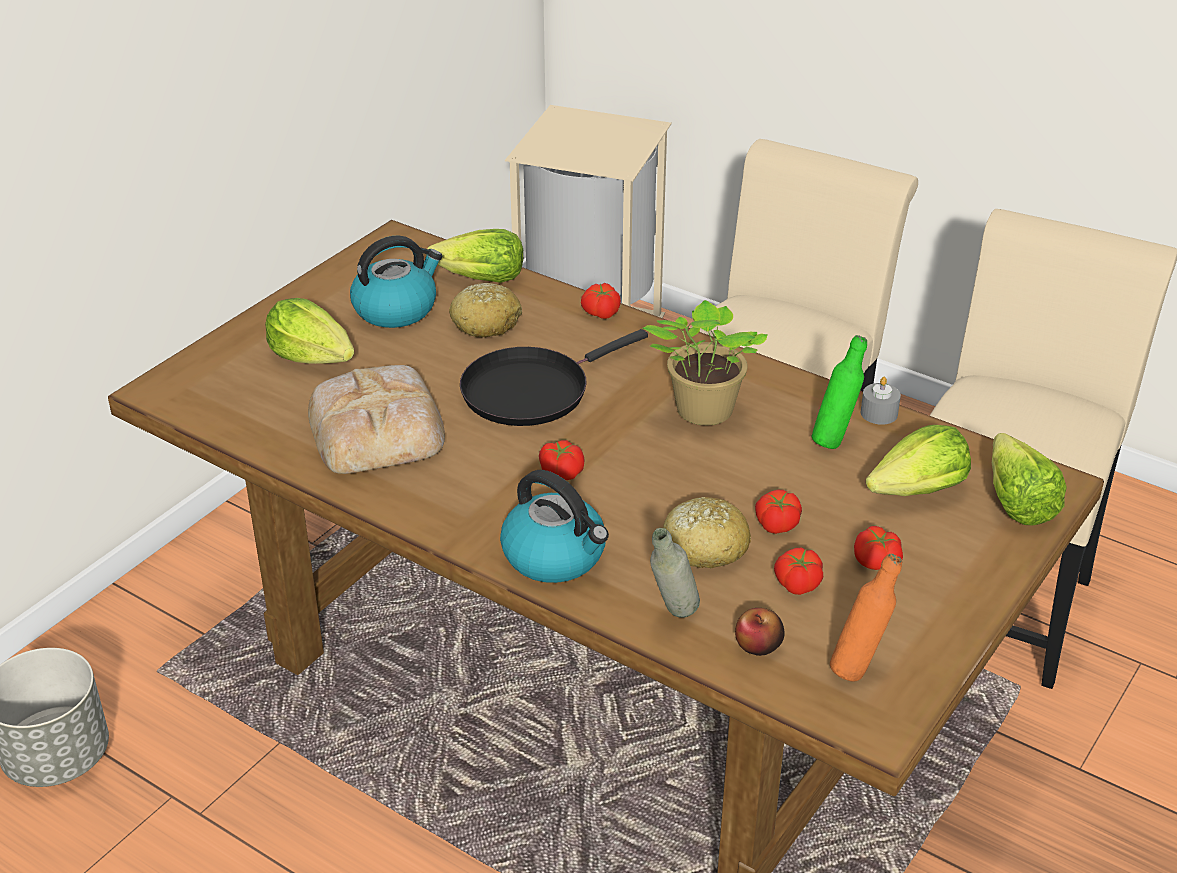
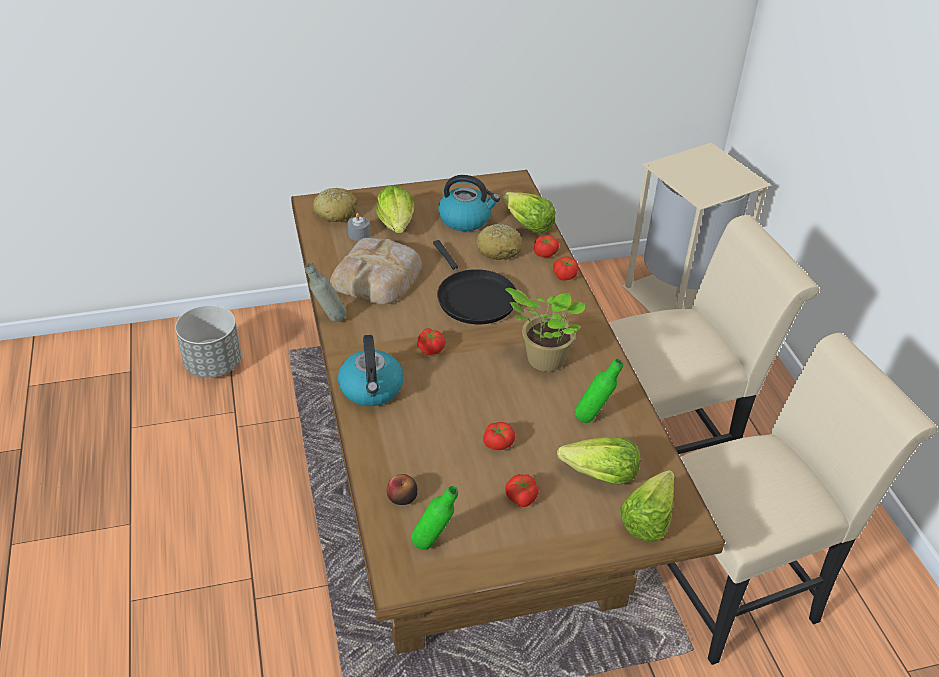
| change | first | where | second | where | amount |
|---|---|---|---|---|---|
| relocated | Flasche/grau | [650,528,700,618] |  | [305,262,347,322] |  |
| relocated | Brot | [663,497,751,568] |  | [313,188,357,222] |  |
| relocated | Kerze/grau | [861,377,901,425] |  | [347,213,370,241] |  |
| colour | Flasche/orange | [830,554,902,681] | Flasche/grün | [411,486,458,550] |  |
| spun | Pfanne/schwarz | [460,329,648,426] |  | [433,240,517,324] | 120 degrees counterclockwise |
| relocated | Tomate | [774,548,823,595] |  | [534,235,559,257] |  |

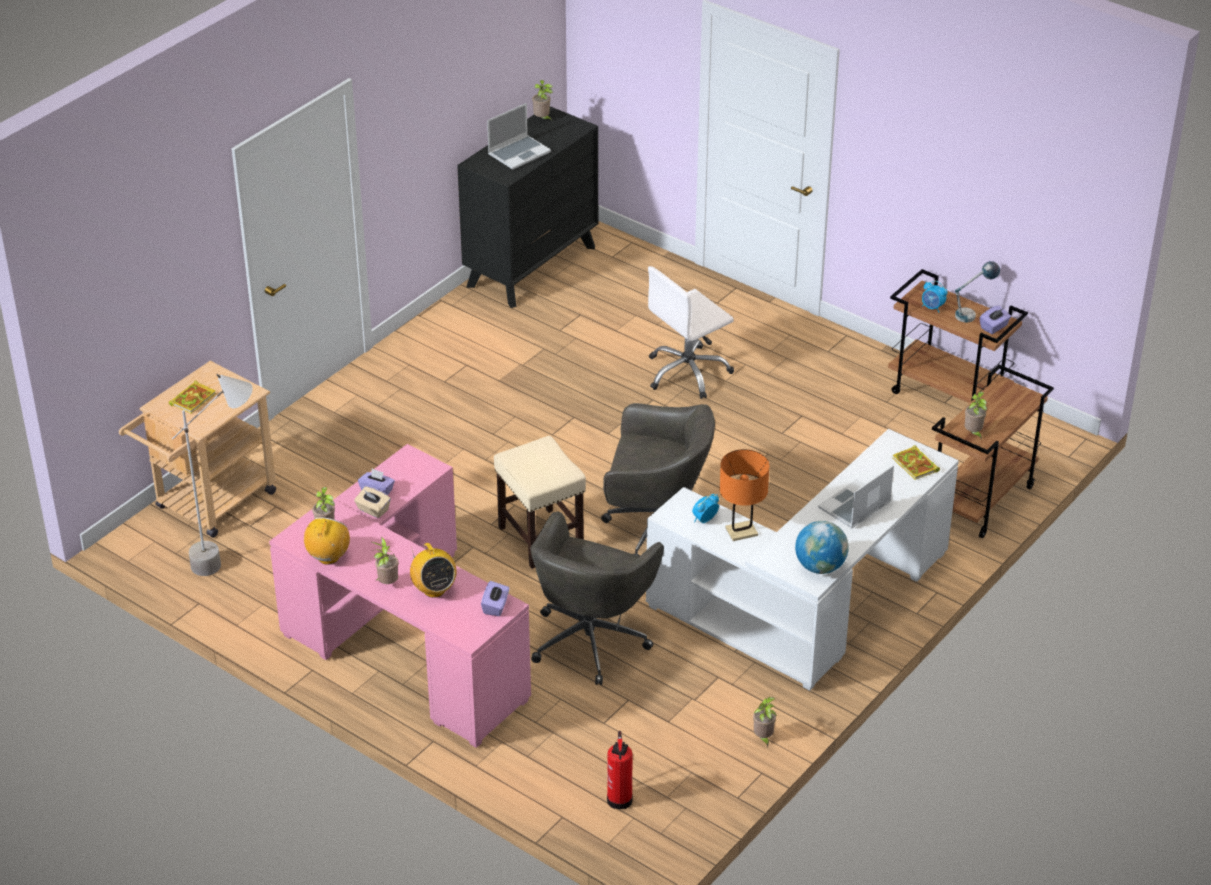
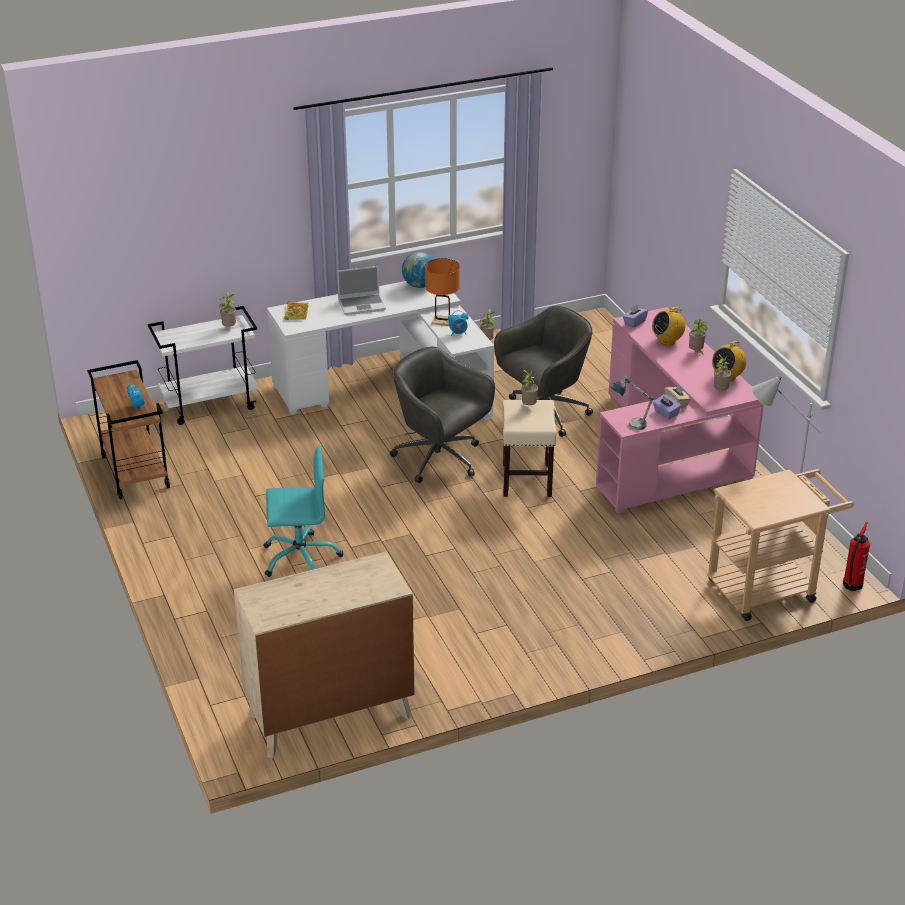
| change | first | where | second | where | amount |
|---|---|---|---|---|---|
| colour | Rollwagen/braun | [932,364,1054,538] | Rollwagen/weiß | [148,306,259,425] |  |
| colour | Kommode/schwarz | [457,106,598,308] | Kommode/beige | [234,551,414,758] |  |
| colour | Bürostuhl/weiß | [648,266,734,399] | Bürostuhl/türkis | [264,445,343,577] |  |
| relocated | Topfpflanze | [532,80,553,120] |  | [521,369,538,405] |  |
| relocated | Tischlampe | [955,261,1000,322] |  | [610,376,654,430] |  |
| spun | Radio | [410,543,457,598] |  | [652,307,685,345] | 120 degrees counterclockwise |
| relocated | Feuerlöscher | [607,731,633,809] |  | [843,522,870,591] |  |
| missing | Buch | [169,380,216,414] |  |  |  |
| missing | Laptop | [487,103,551,170] |  |  |  |
| missing | Taschentuchbox/lila | [980,305,1011,334] |  |  |  |

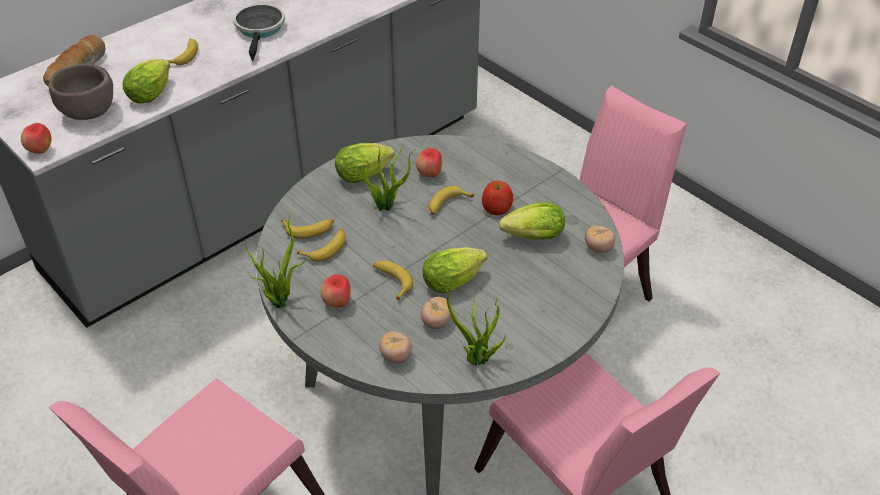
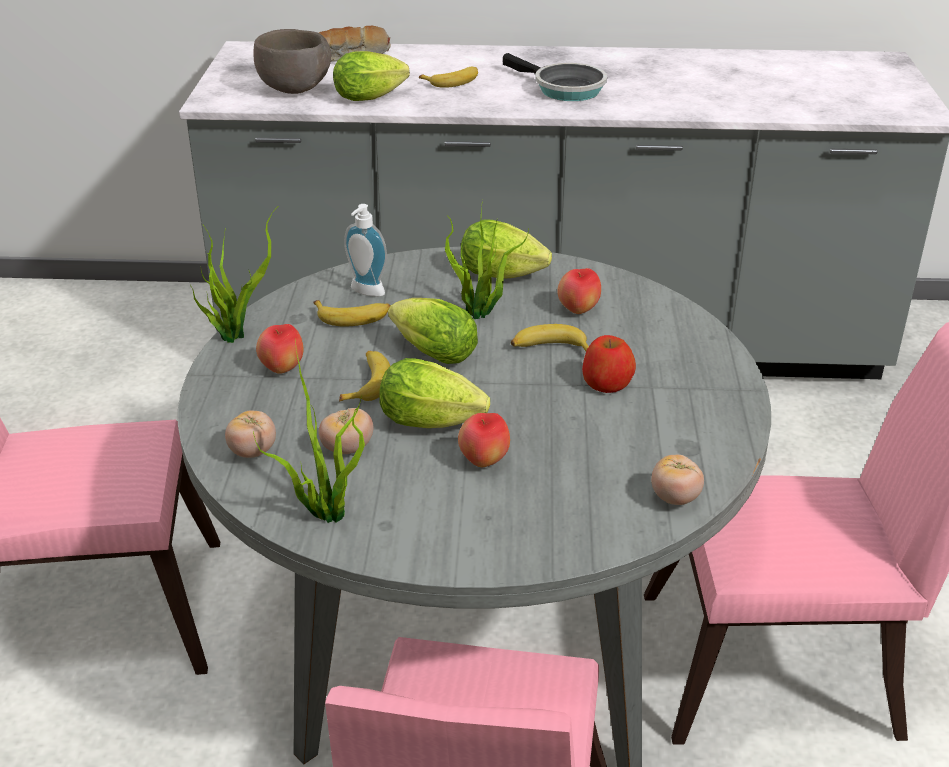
| change | first | where | second | where | amount |
|---|---|---|---|---|---|
| exchanged | Banane | [281,219,334,239] | Seifenspender | [344,204,387,297] |  |
| relocated | Salatkopf | [499,202,565,239] |  | [388,298,478,364] |  |
| relocated | Apfel | [21,123,51,154] |  | [458,413,510,467] |  |
| spun | Pfanne | [233,4,285,61] |  | [503,53,607,101] | 90 degrees clockwise |

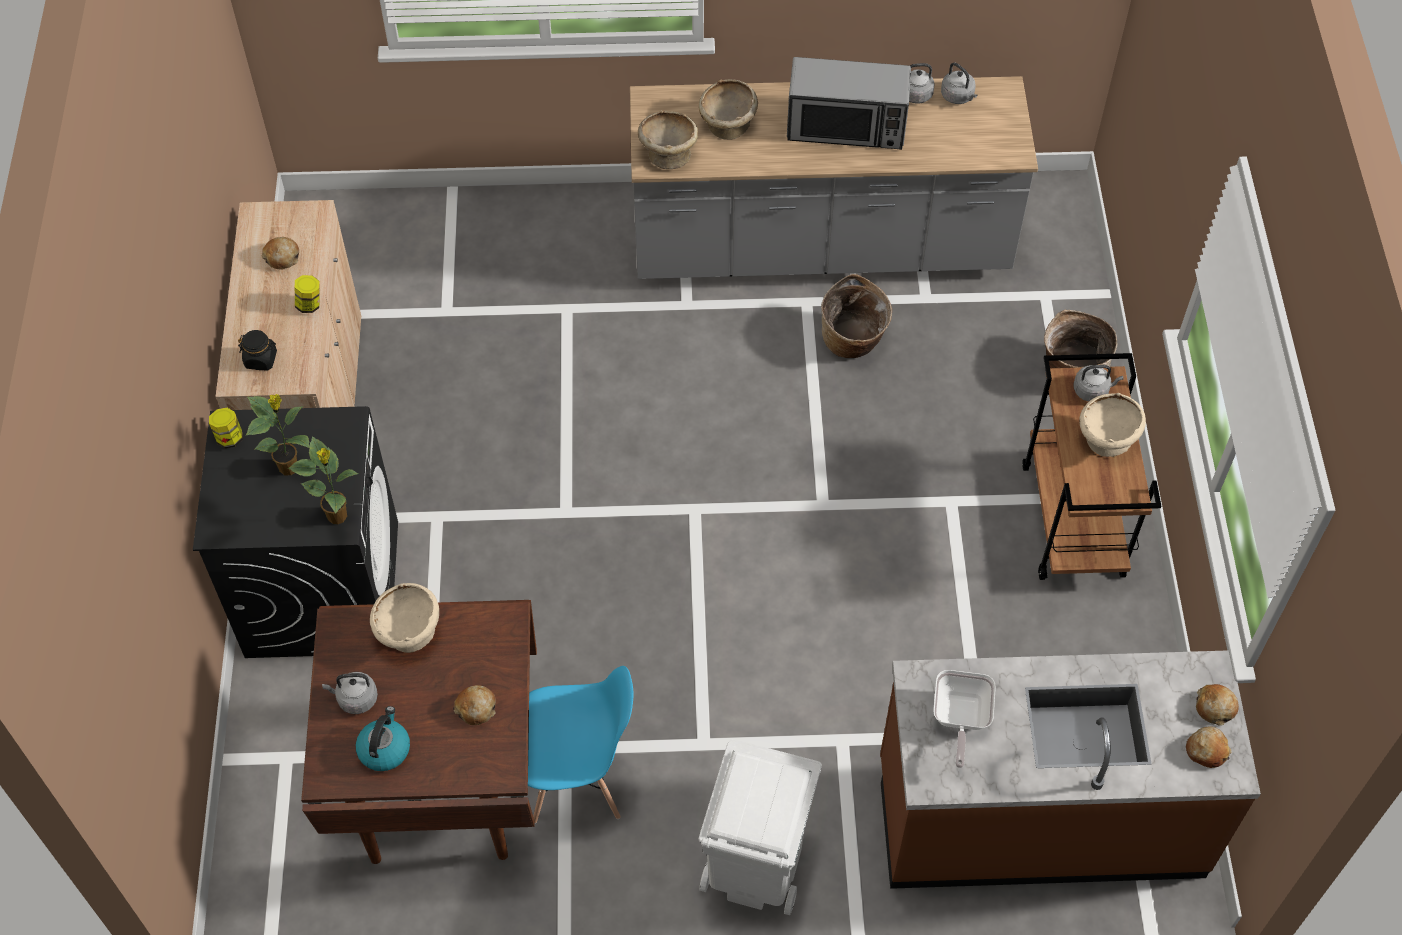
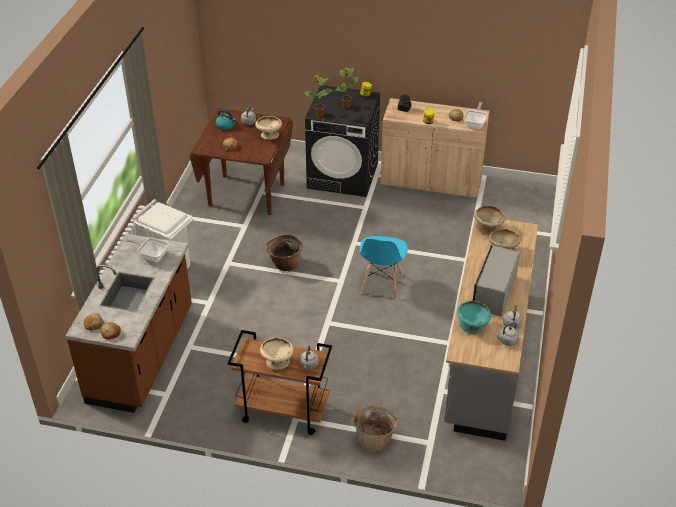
| change | first | where | second | where | amount |
|---|---|---|---|---|---|
| relocated | Korb | [821,274,892,358] |  | [266,234,303,272] |  |
| relocated | Stuhl/blau | [528,666,634,824] |  | [359,236,408,299] |  |
| appeared |  |  | Schüssel/türkis | [457,300,491,334] |  |
| appeared |  |  | Pfanne | [464,102,488,129] |  |

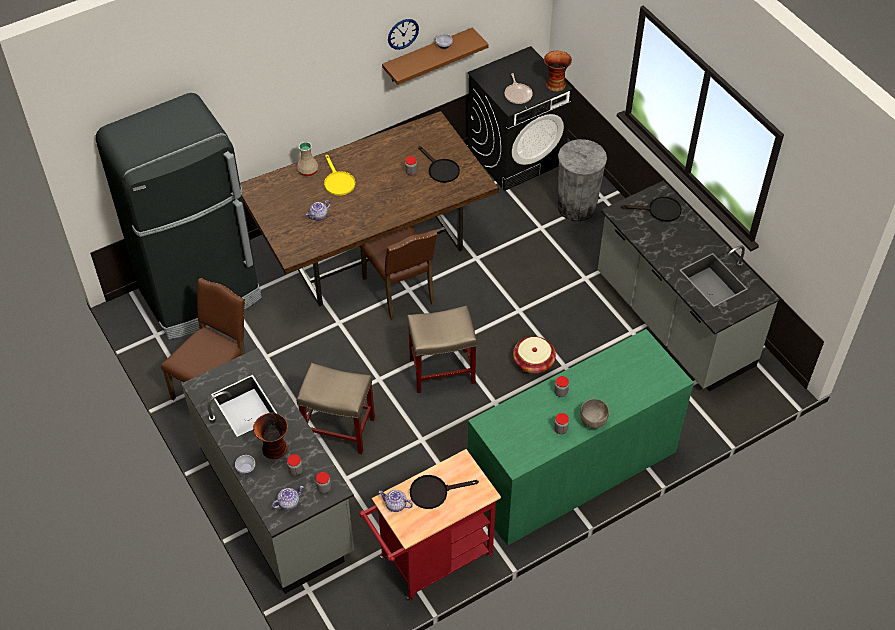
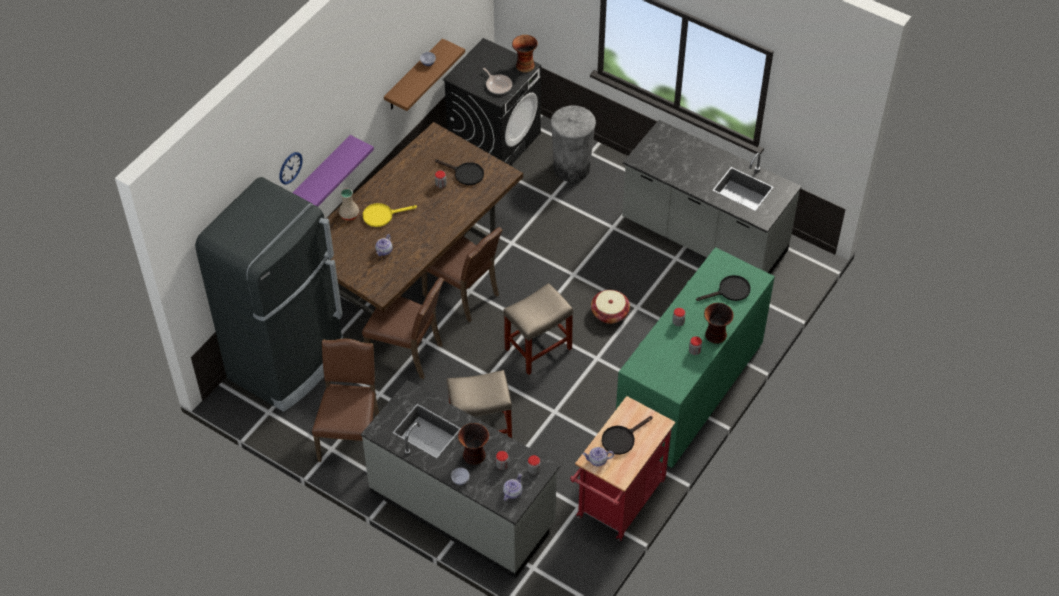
| change | first | where | second | where | amount |
|---|---|---|---|---|---|
| relocated | Wanduhr | [388,19,419,50] |  | [279,152,303,185] |  |
| appeared |  |  | Wandregal/lila | [292,135,374,207] |  |
| appeared |  |  | Stuhl/braun | [362,277,444,379] |  |
| spun | Pfanne/gelb | [324,154,356,196] |  | [363,203,417,227] | 120 degrees clockwise |
| relocated | Pfanne/schwarz | [621,196,682,222] |  | [696,275,751,301] |  |
| exchanged | Schüssel/grau | [580,399,609,429] | Vase | [704,303,734,344] |  |

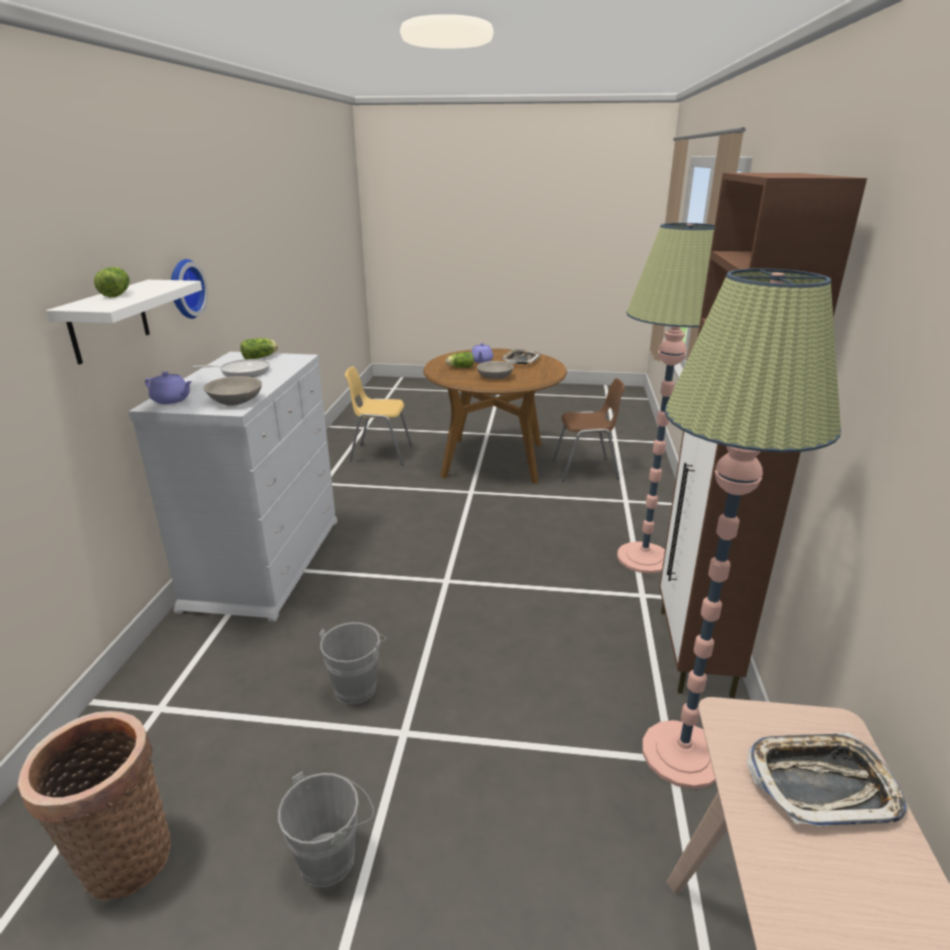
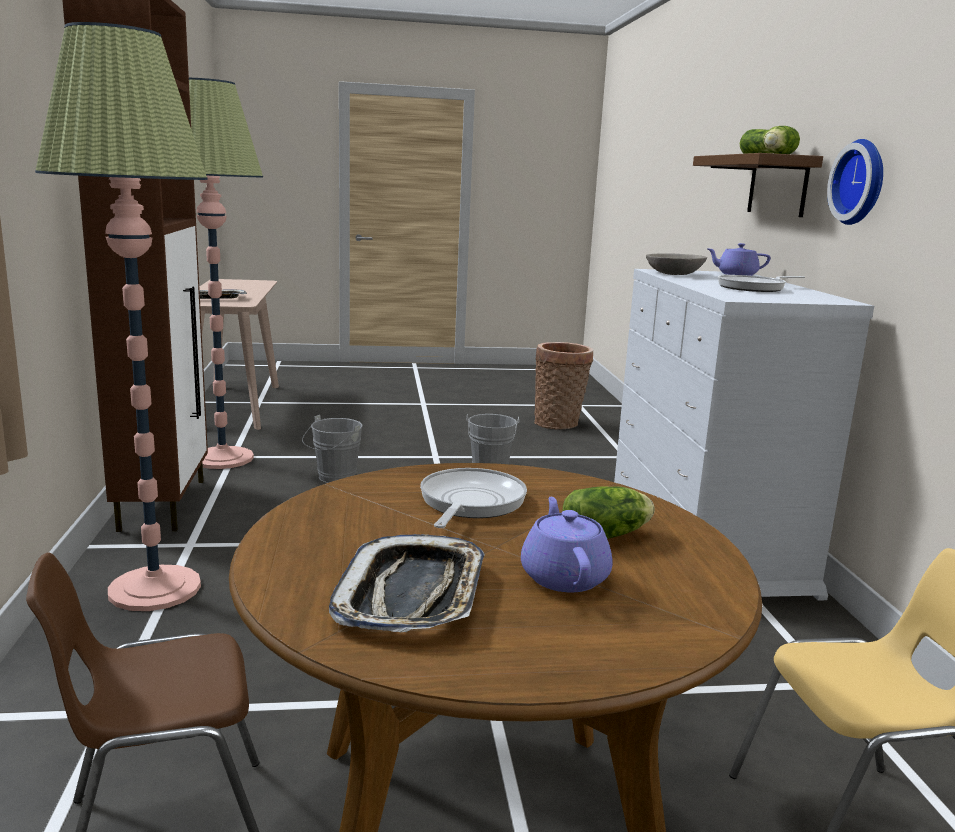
| change | first | where | second | where | amount |
|---|---|---|---|---|---|
| relocated | Eimer/grau | [278,772,374,887] |  | [302,415,363,483] |  |
| exchanged | Schüssel/grau | [477,361,514,379] | Pfanne | [420,468,527,528] |  |
| colour | Wandregal/weiß | [46,280,202,364] | Wandregal/braun | [693,153,823,217] |  |
| relocated | Salatkopf | [240,338,278,359] |  | [763,126,800,154] |  |

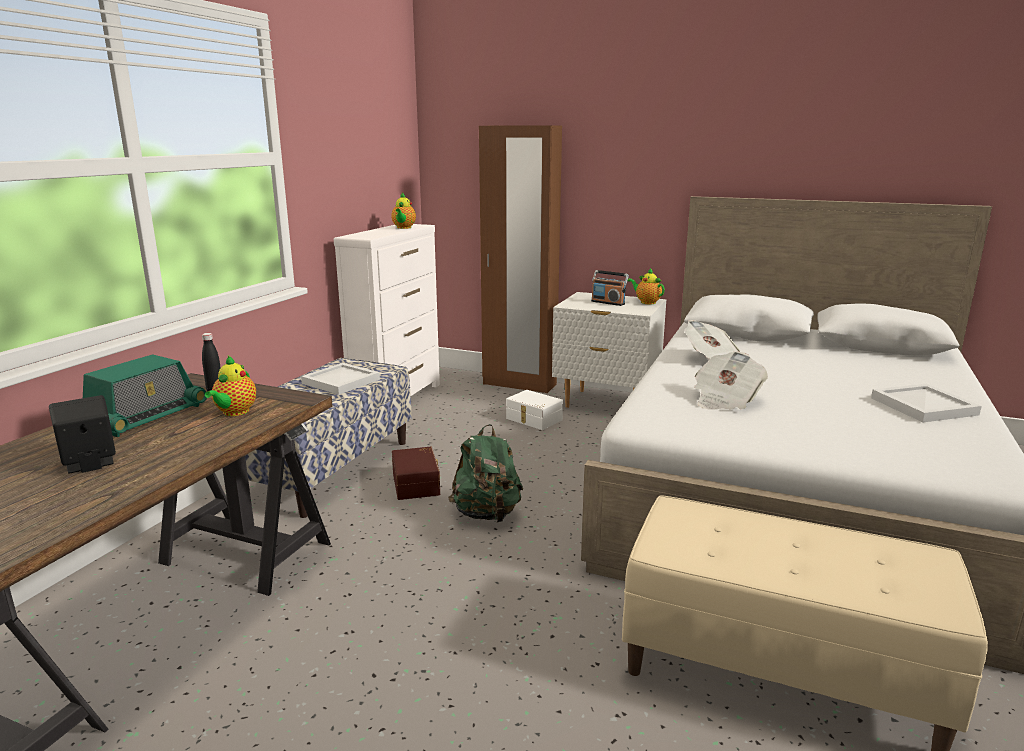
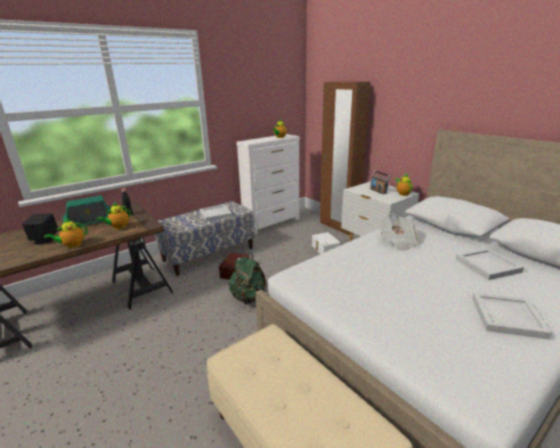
| change | first | where | second | where | amount |
|---|---|---|---|---|---|
| appeared |  |  | Teekanne | [44,218,88,248] |  |
| appeared |  |  | Tablett/weiß | [456,248,524,280] |  |
| missing | Zeitung | [694,351,768,410] |  |  |  |

